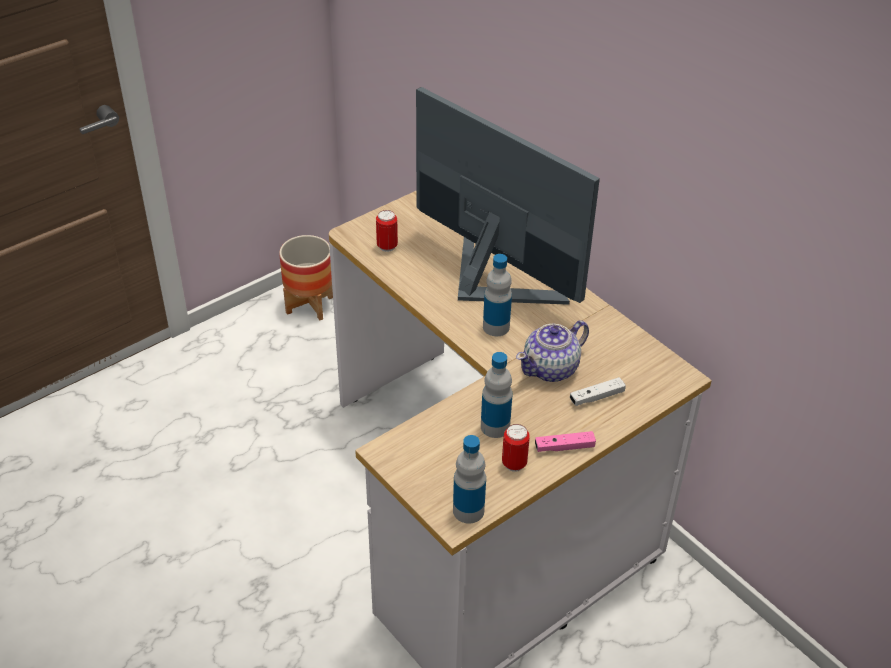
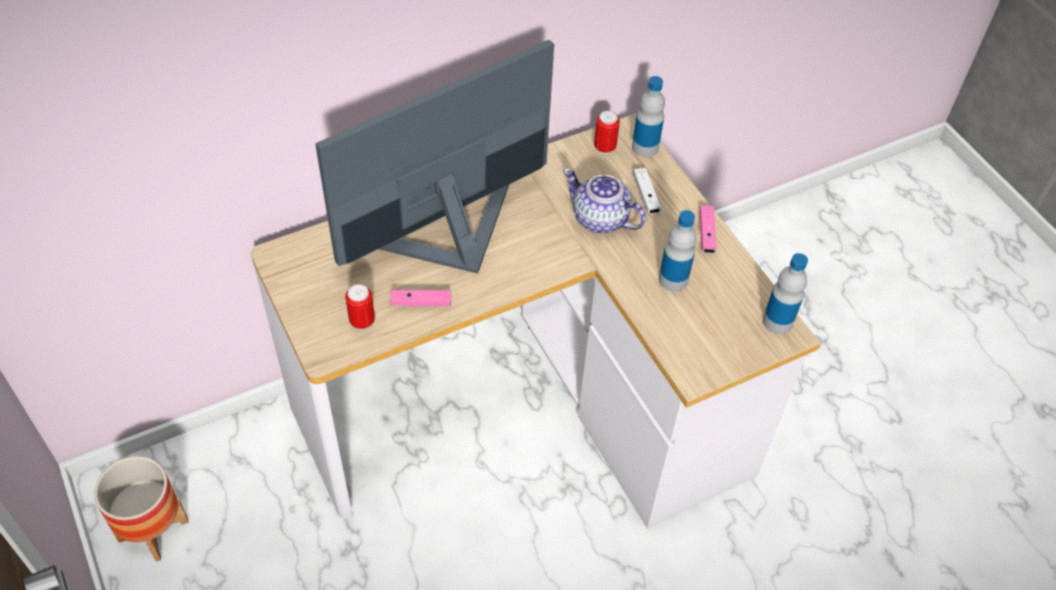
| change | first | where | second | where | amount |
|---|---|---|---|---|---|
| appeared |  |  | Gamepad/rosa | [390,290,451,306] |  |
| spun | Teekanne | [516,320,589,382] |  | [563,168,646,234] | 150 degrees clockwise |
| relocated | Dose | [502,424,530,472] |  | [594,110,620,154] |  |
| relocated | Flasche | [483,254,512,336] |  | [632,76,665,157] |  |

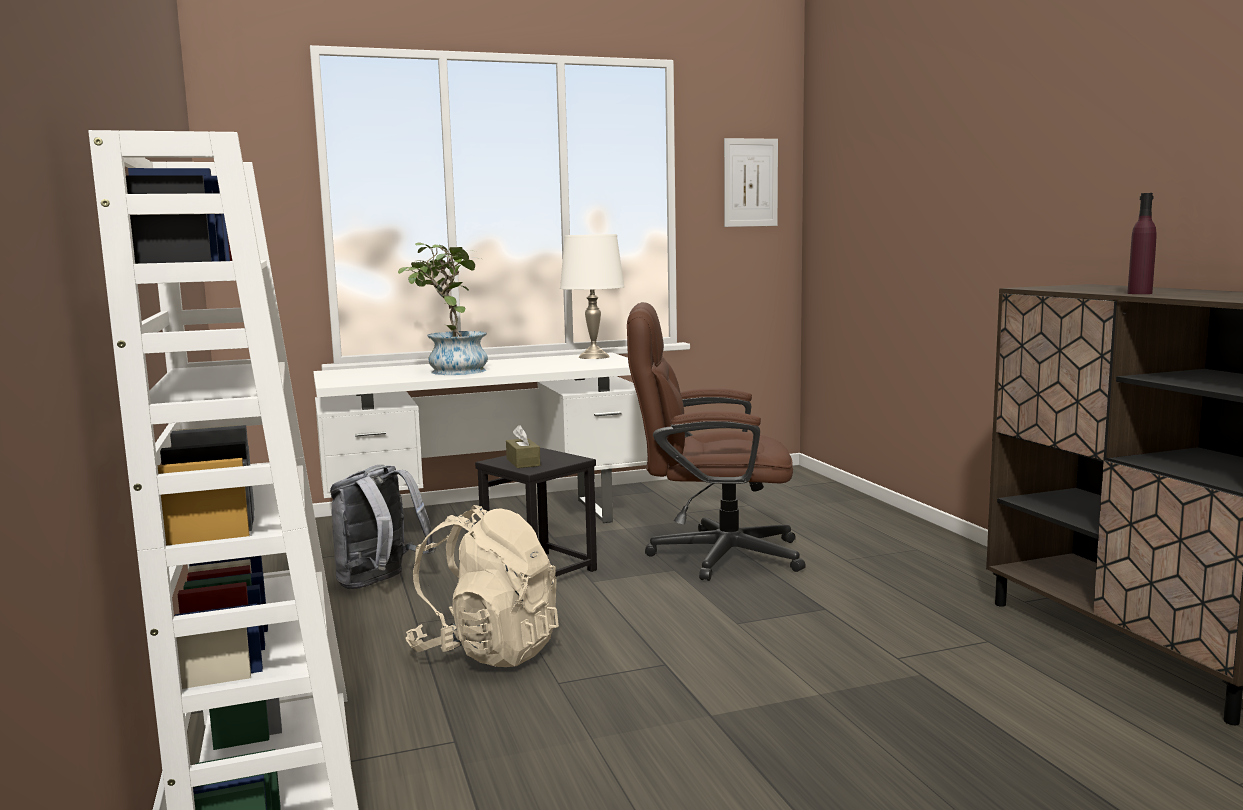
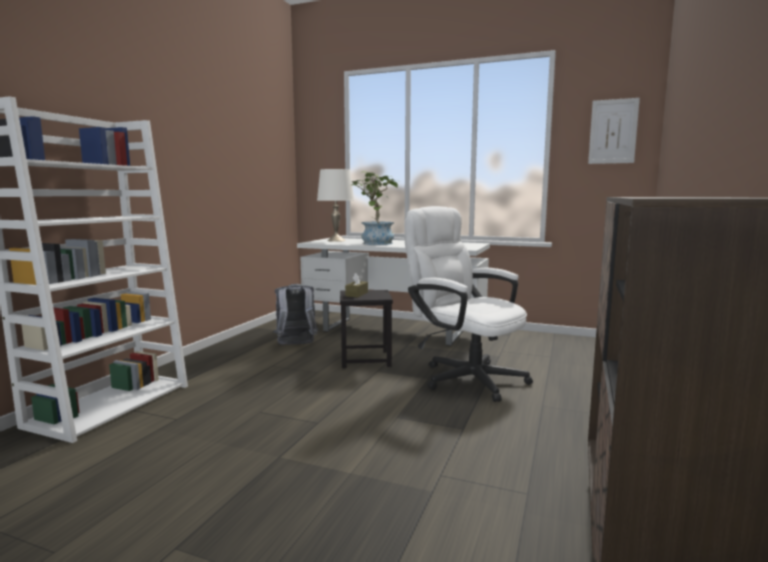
| change | first | where | second | where | amount |
|---|---|---|---|---|---|
| relocated | Tischlampe/weiß | [560,234,625,359] |  | [317,169,354,242] |  |
| colour | Bürostuhl/braun | [627,302,806,581] | Bürostuhl/weiß | [404,206,533,402] |  |
| missing | Rucksack/beige | [405,505,559,667] |  |  |  |
| missing | Flasche/lila | [1127,193,1157,294] |  |  |  |

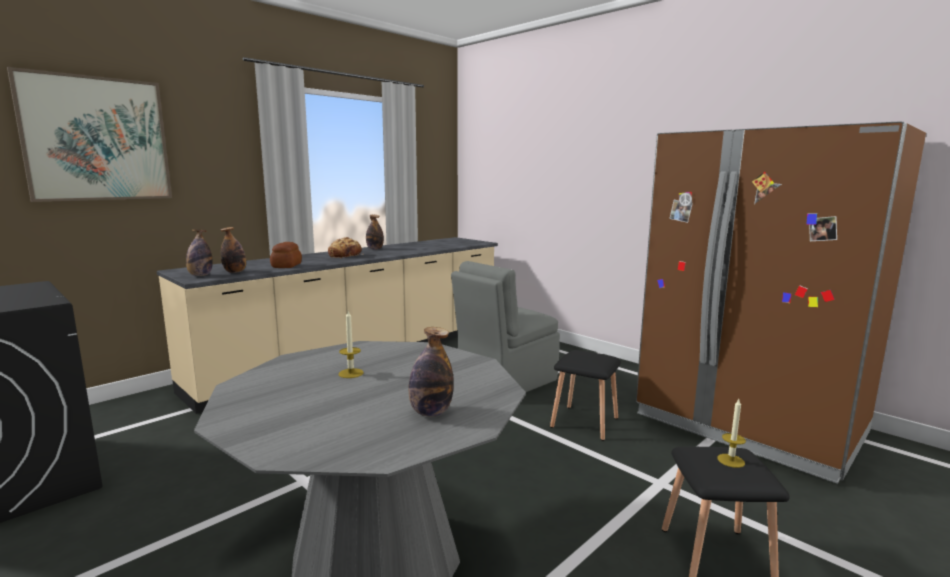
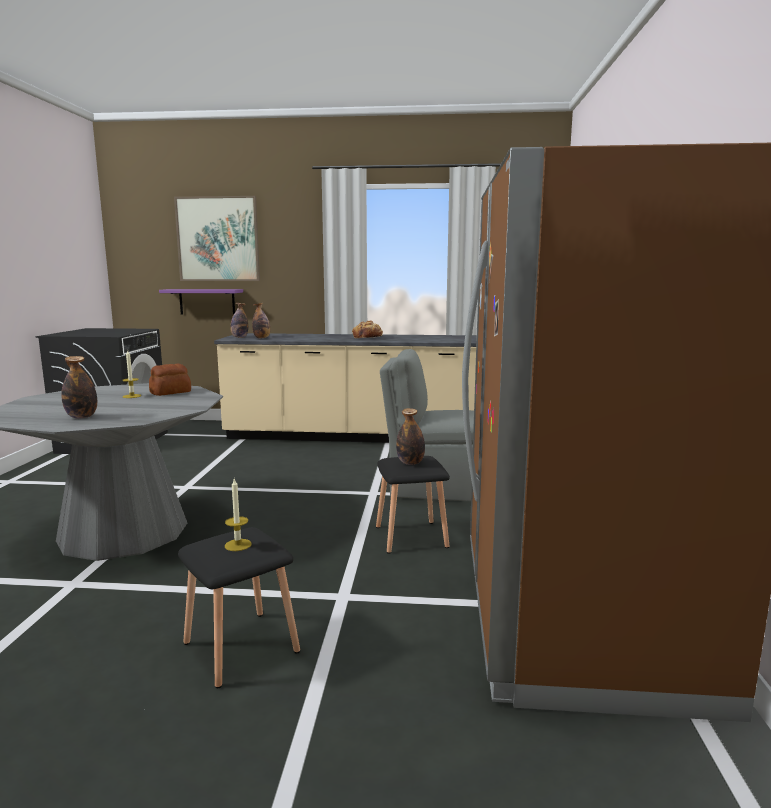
| change | first | where | second | where | amount |
|---|---|---|---|---|---|
| relocated | Brot | [270,242,302,268] |  | [149,364,191,396] |  |
| appeared |  |  | Wandregal/lila | [159,289,243,315] |  |
| relocated | Flasche | [366,215,384,250] |  | [396,408,425,465] |  |

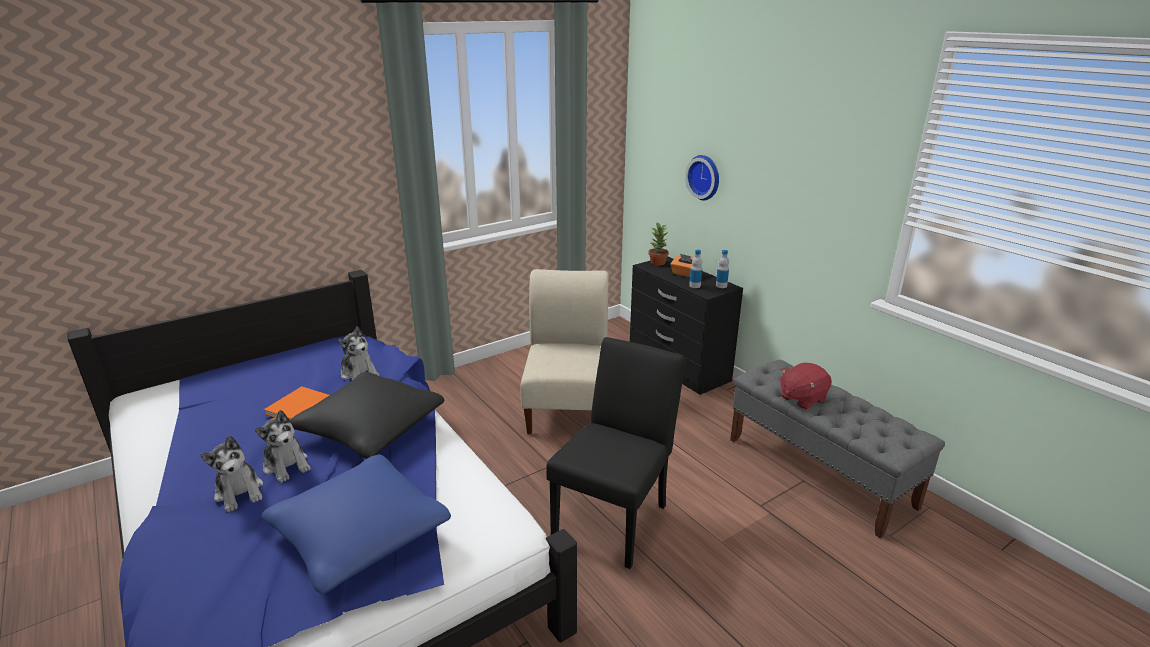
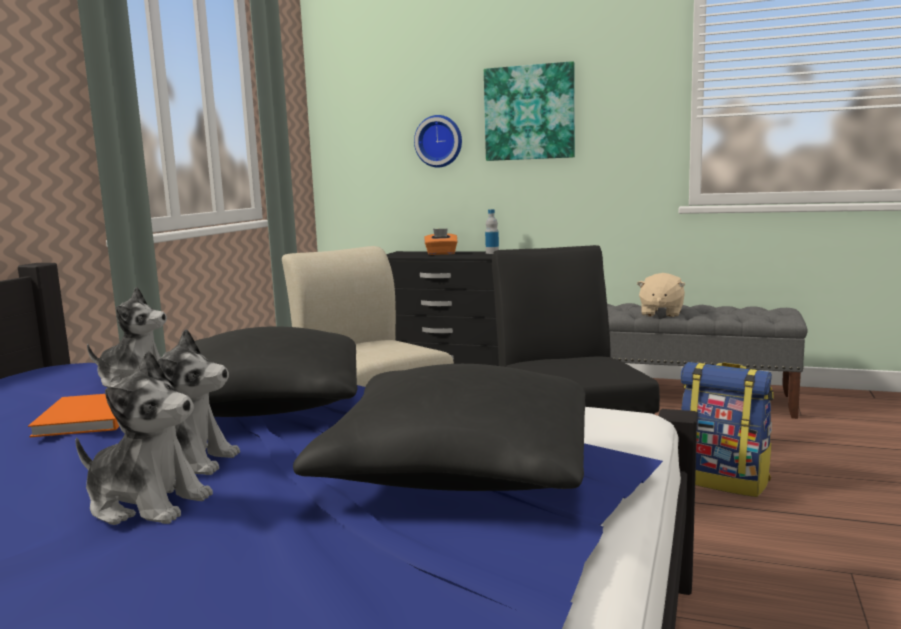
| change | first | where | second | where | amount |
|---|---|---|---|---|---|
| colour | Kissen/blau | [262,455,451,594] | Kissen/schwarz | [293,364,585,491] |  |
| appeared |  |  | Bild | [484,61,575,161] |  |
| colour | Plüschtier/rot | [780,362,832,409] | Plüschtier/beige | [637,273,686,317] |  |
| appeared |  |  | Rucksack | [681,362,774,497] |  |
| missing | Topfpflanze | [649,223,669,265] |  |  |  |
| missing | Flasche | [689,250,702,288] |  |  |  |

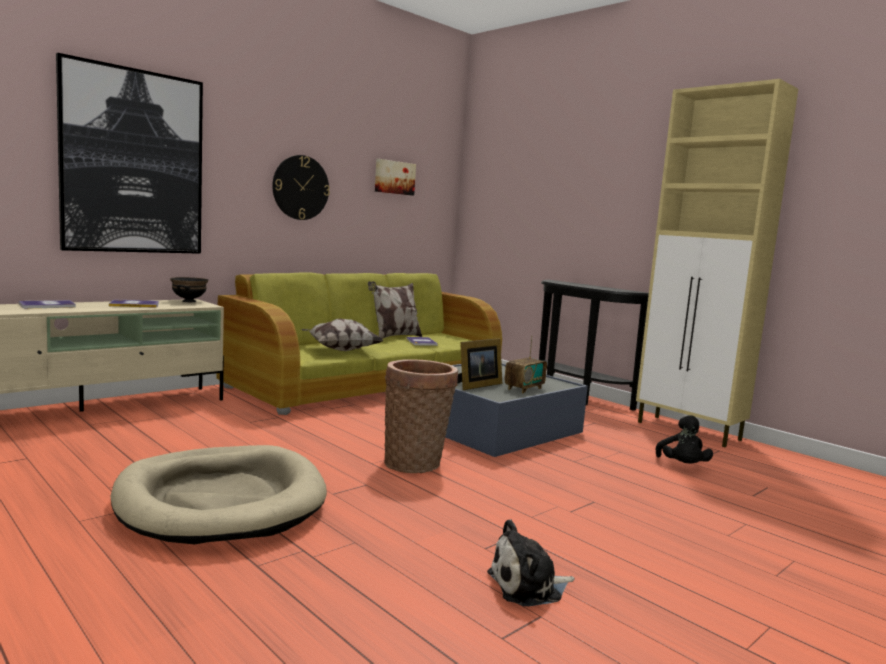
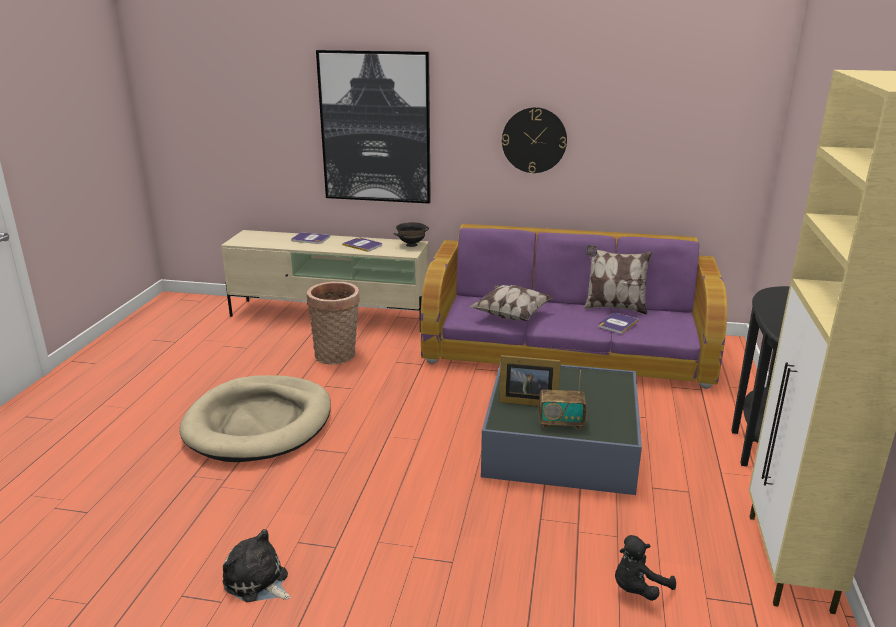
| change | first | where | second | where | amount |
|---|---|---|---|---|---|
| relocated | Korb | [384,359,458,473] |  | [307,282,360,365] |  |
| colour | Sofa/grün | [216,272,502,415] | Sofa/lila | [420,224,727,389] |  |
| missing | Bild | [375,159,416,196] |  |  |  |

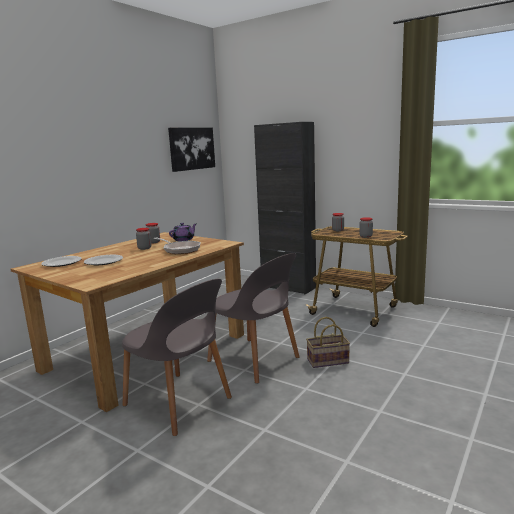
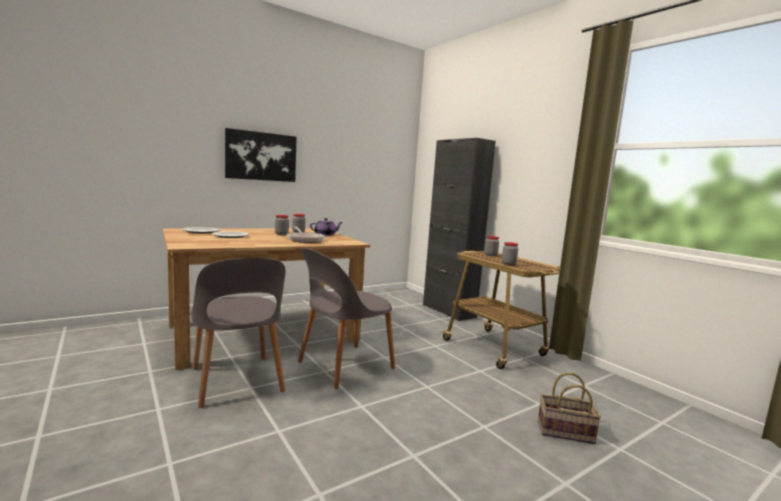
| change | first | where | second | where | amount |
|---|---|---|---|---|---|
| relocated | Bild | [168,128,215,172] |  | [225,128,297,182] |  |
| spun | Stuhl/grau | [207,253,299,384] |  | [298,248,395,389] | 75 degrees clockwise |
| relocated | Korb | [306,317,350,368] |  | [538,373,601,444] |  |

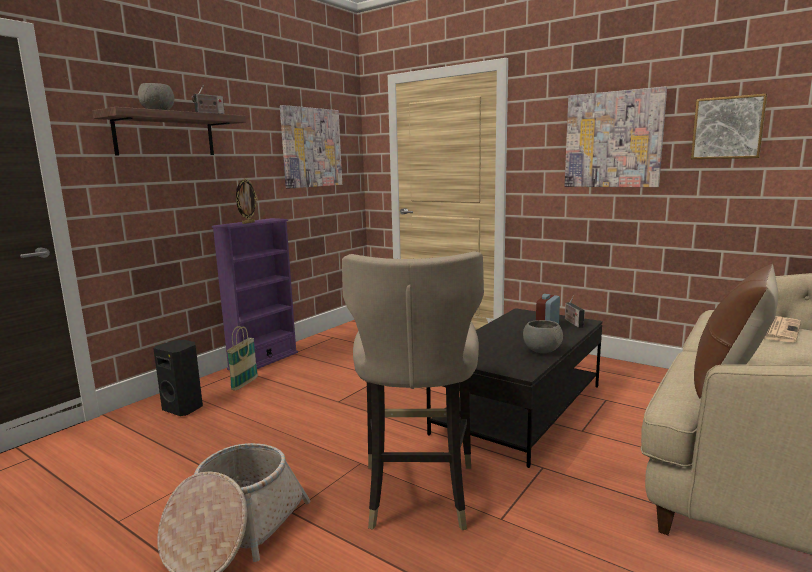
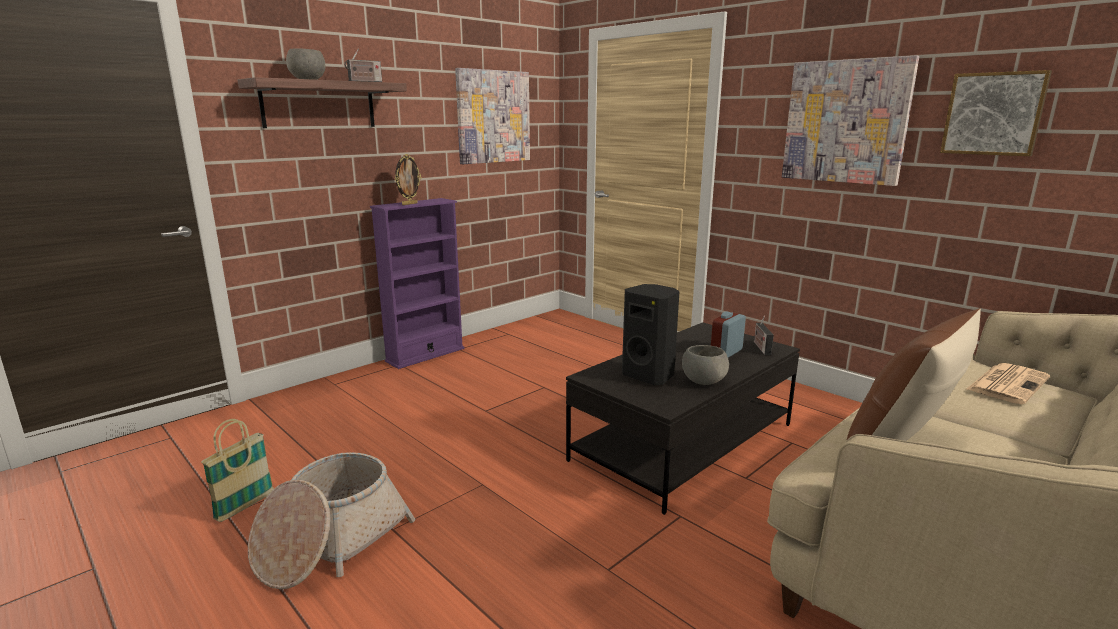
| change | first | where | second | where | amount |
|---|---|---|---|---|---|
| relocated | Korb | [227,326,258,390] |  | [201,419,274,522] |  |
| relocated | Lautsprecher/schwarz | [153,340,203,416] |  | [622,284,680,385] |  |
| missing | Hocker/beige | [342,251,484,530] |  |  |  |

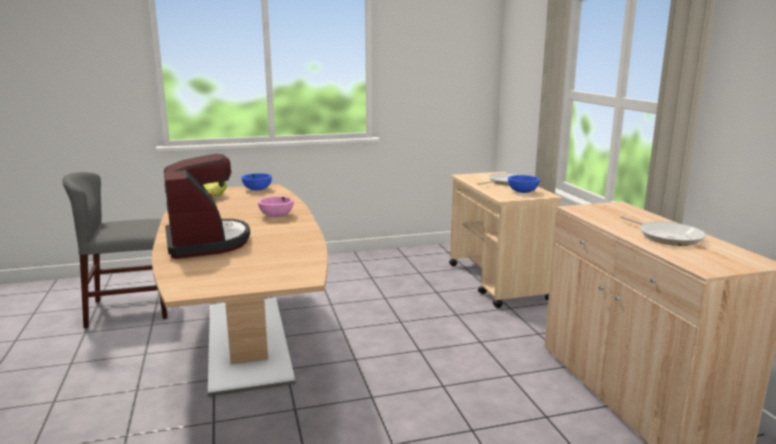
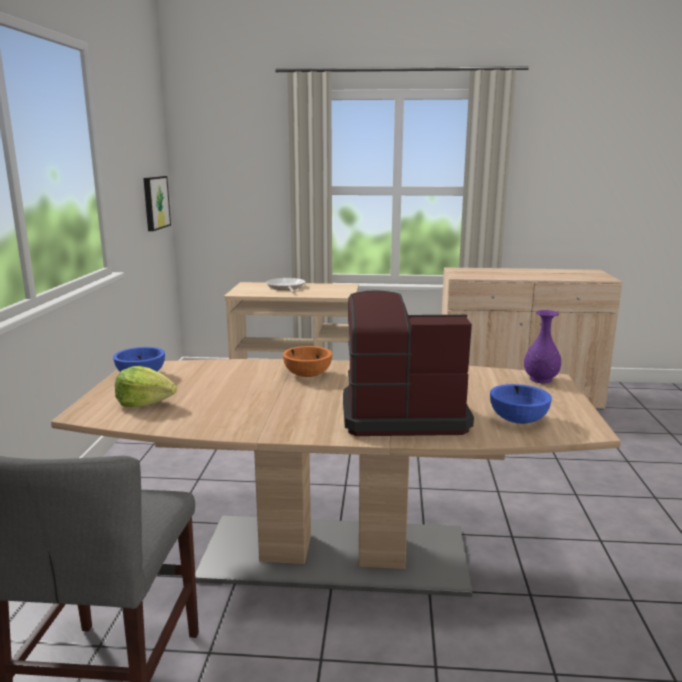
| change | first | where | second | where | amount |
|---|---|---|---|---|---|
| appeared |  |  | Bild | [143,176,171,231] |  |
| colour | Schüssel/rosa | [258,196,294,217] | Schüssel/orange | [283,346,332,377] |  |
| relocated | Schüssel/blau | [508,175,540,193] |  | [490,384,552,424] |  |
| appeared |  |  | Vase/lila | [524,310,561,383] |  |
| missing | Pfanne | [620,216,706,246] |  |  |  |

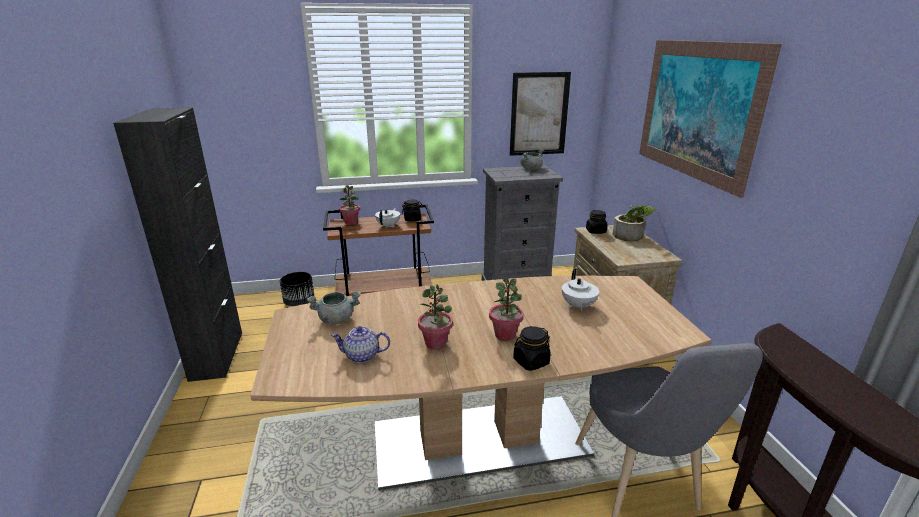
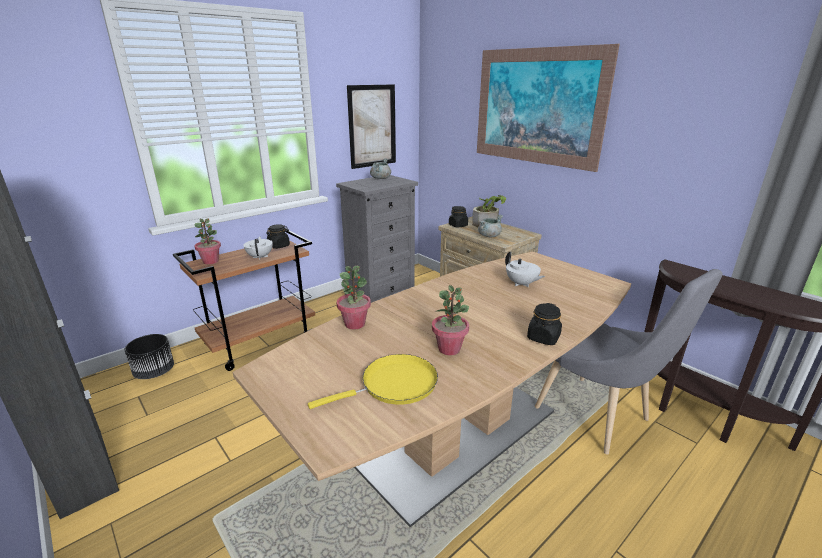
| change | first | where | second | where | amount |
|---|---|---|---|---|---|
| exchanged | Teekanne | [331,326,390,363] | Pfanne/gelb | [308,354,438,409] |  |
| relocated | Topfpflanze | [489,277,523,341] |  | [337,266,371,329] |  |
| relocated | Kochtopf/grau | [307,291,361,325] |  | [478,215,503,237] |  |

